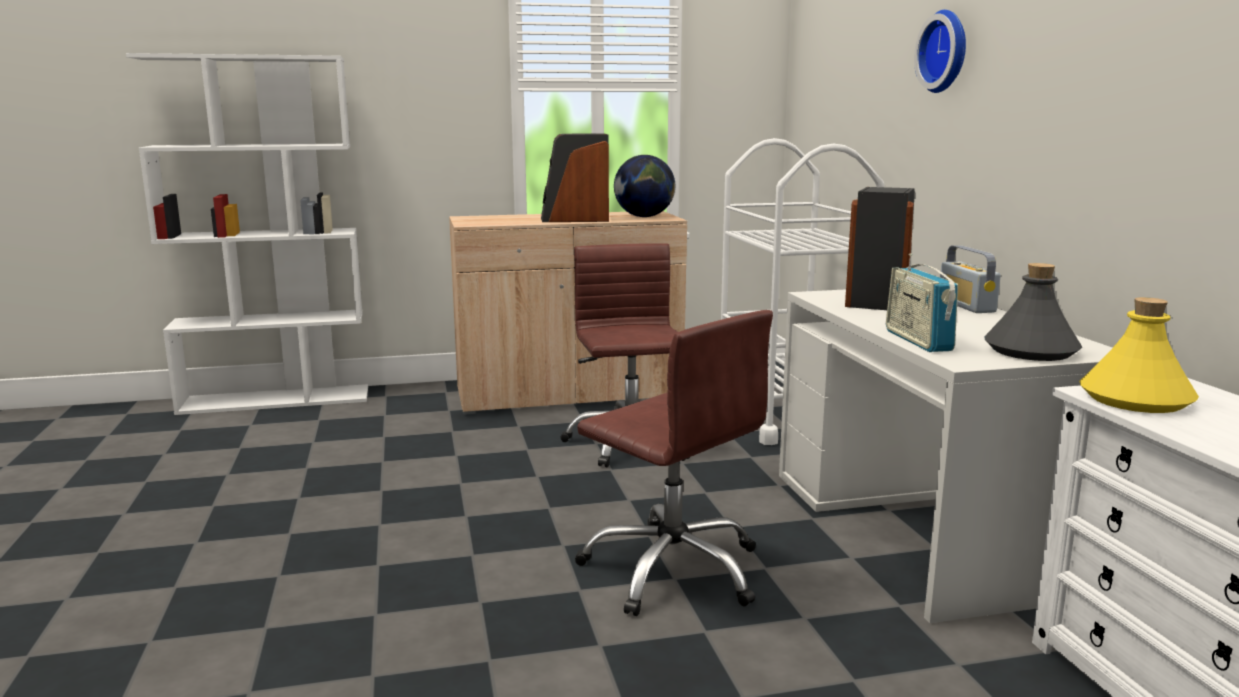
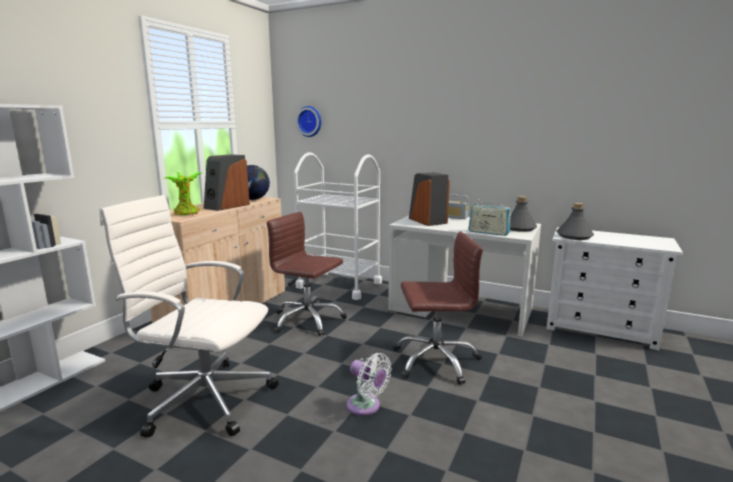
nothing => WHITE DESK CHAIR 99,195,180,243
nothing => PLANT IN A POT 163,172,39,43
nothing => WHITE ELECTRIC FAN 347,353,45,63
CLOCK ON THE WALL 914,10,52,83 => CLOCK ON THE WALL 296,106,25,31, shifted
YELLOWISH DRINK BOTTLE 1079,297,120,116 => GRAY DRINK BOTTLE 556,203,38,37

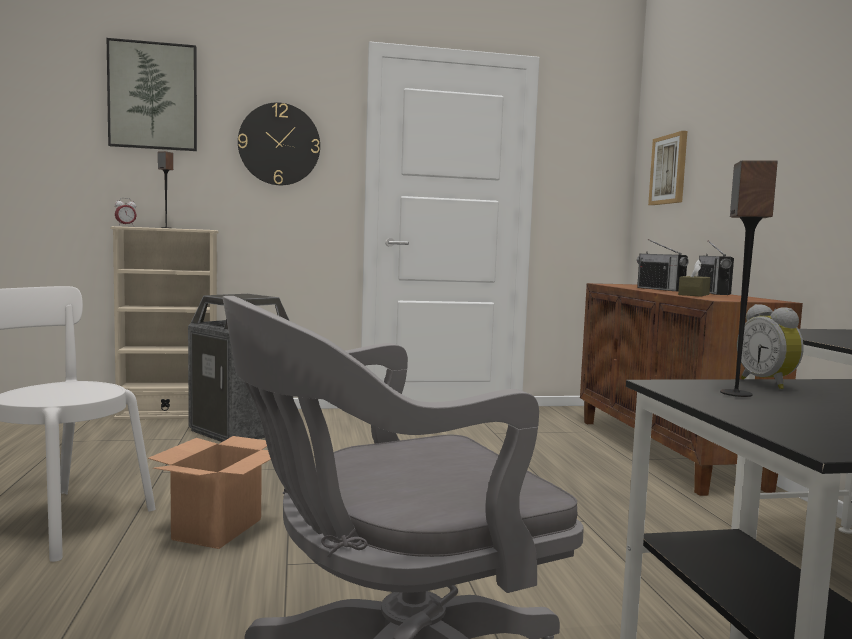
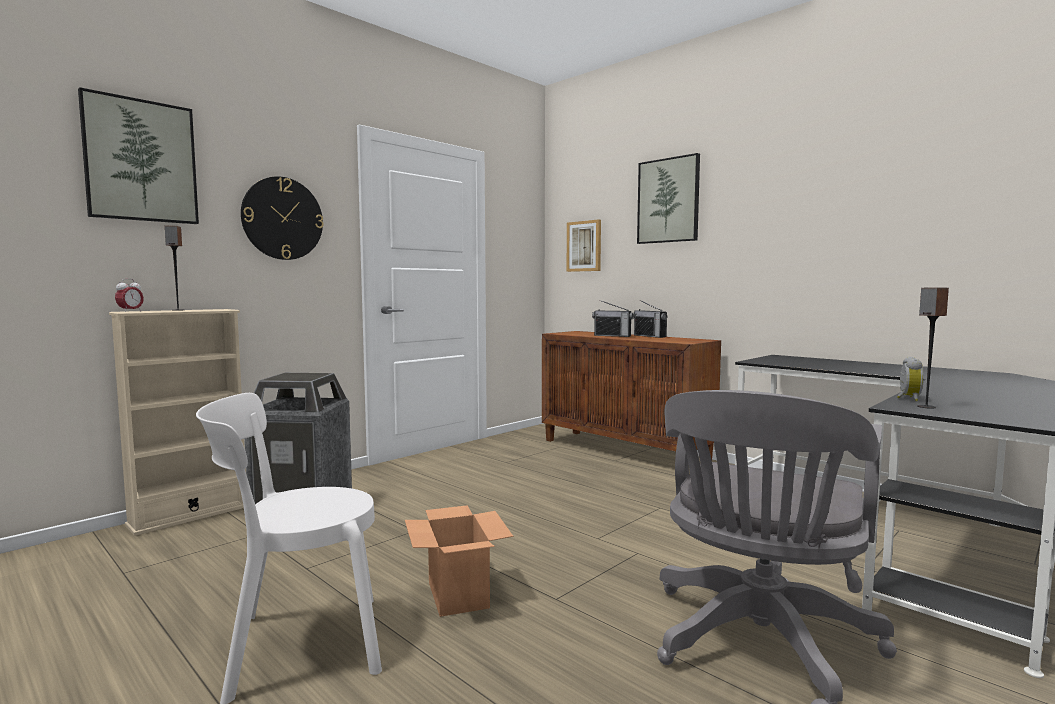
BROWN BOX OF TISSUES 678,260,33,37 => nothing
nothing => WALL PICTURE 637,153,63,91
TABLE CLOCK 737,304,67,85 => TABLE CLOCK 897,357,27,44, 105 degrees counterclockwise

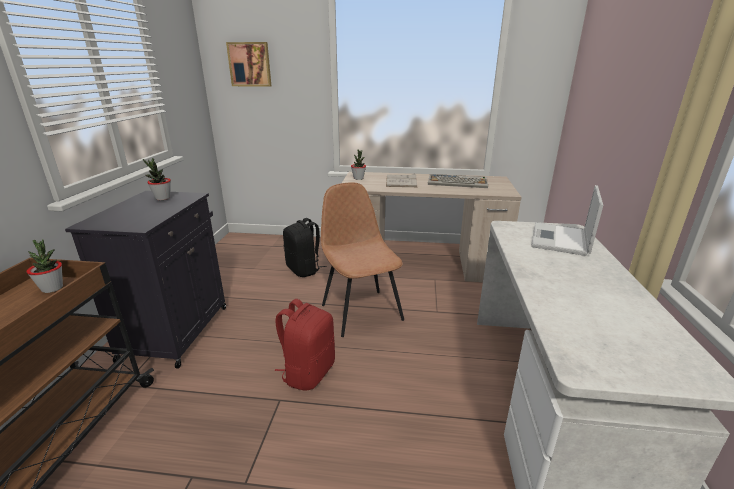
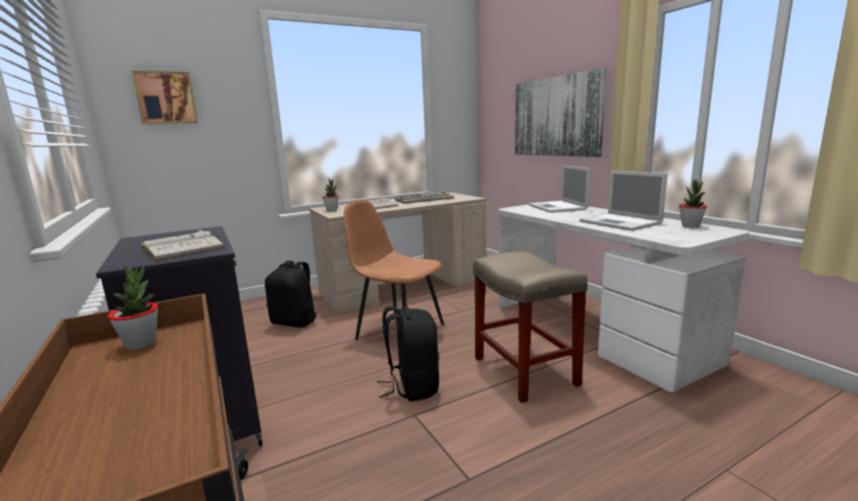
nothing => WHITE BOUND BOOK 140,229,85,32
nothing => SAND-COLOURED STOOL SEAT 473,251,115,152
nothing => WALL PICTURE 515,68,92,89
nothing => PORTABLE COMPUTER 579,171,89,60
PLANT IN A POT 143,158,28,42 => PLANT IN A POT 679,180,28,48, shifted
REDDISH KNAPSACK 274,299,61,91 => BLACK KNAPSACK 377,306,62,95

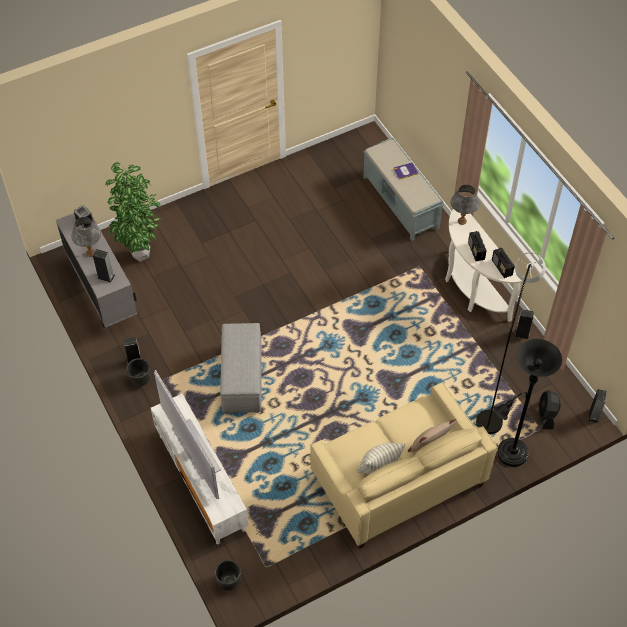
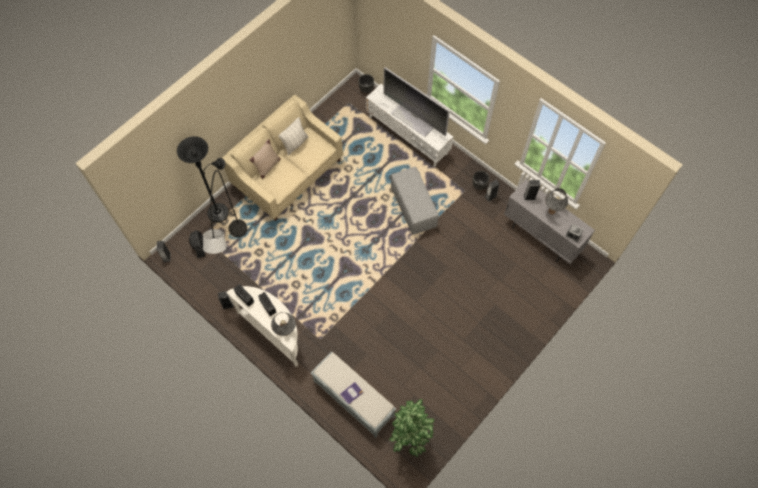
PLANT IN A POT 105,162,56,100 => PLANT IN A POT 389,399,45,58, shifted

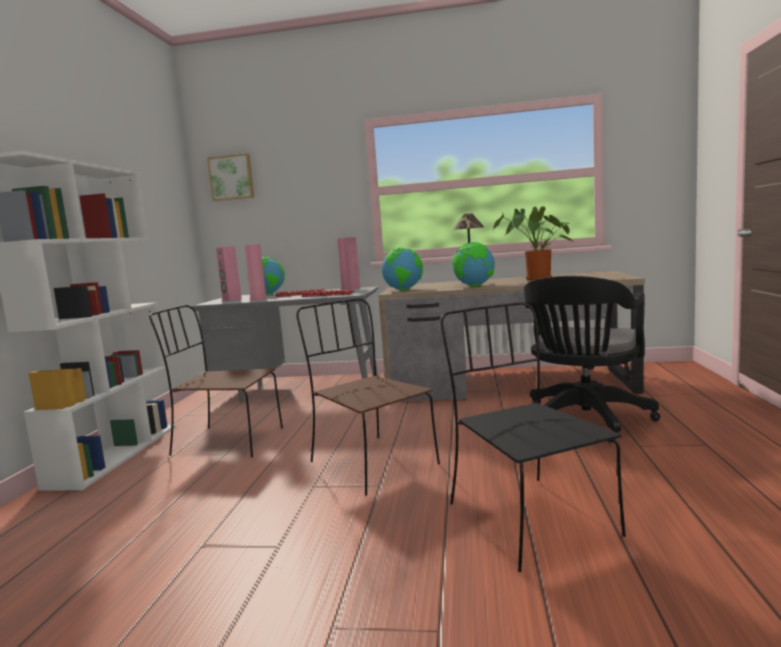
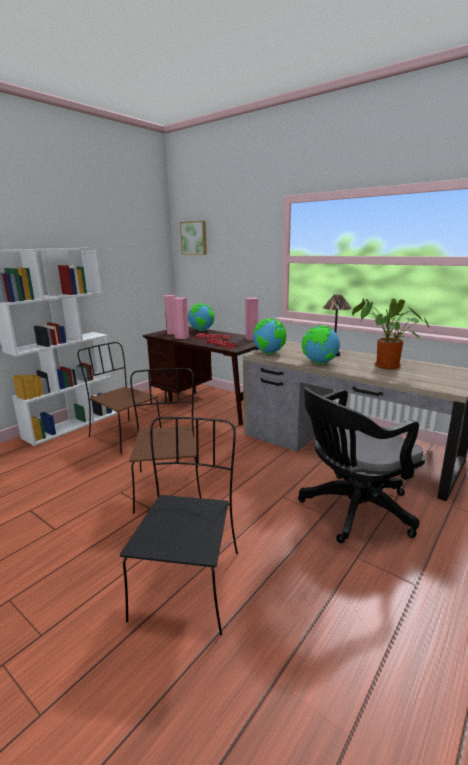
GRAY DESK TABLE 192,286,187,115 => BROWN DESK TABLE 143,327,116,98

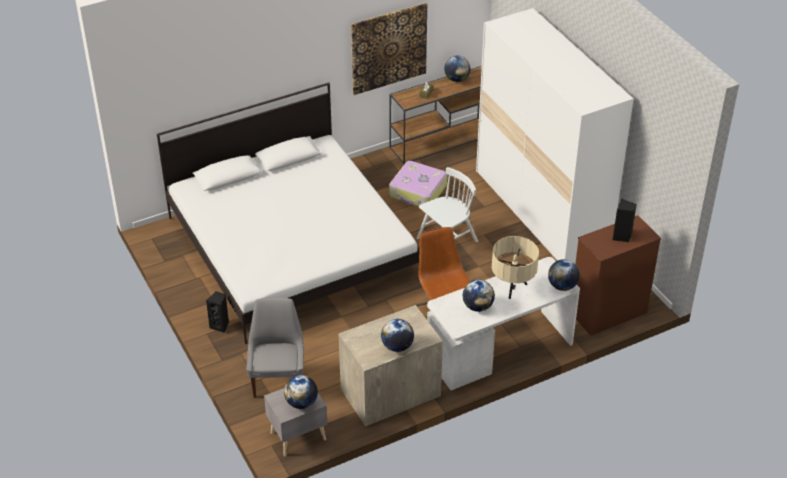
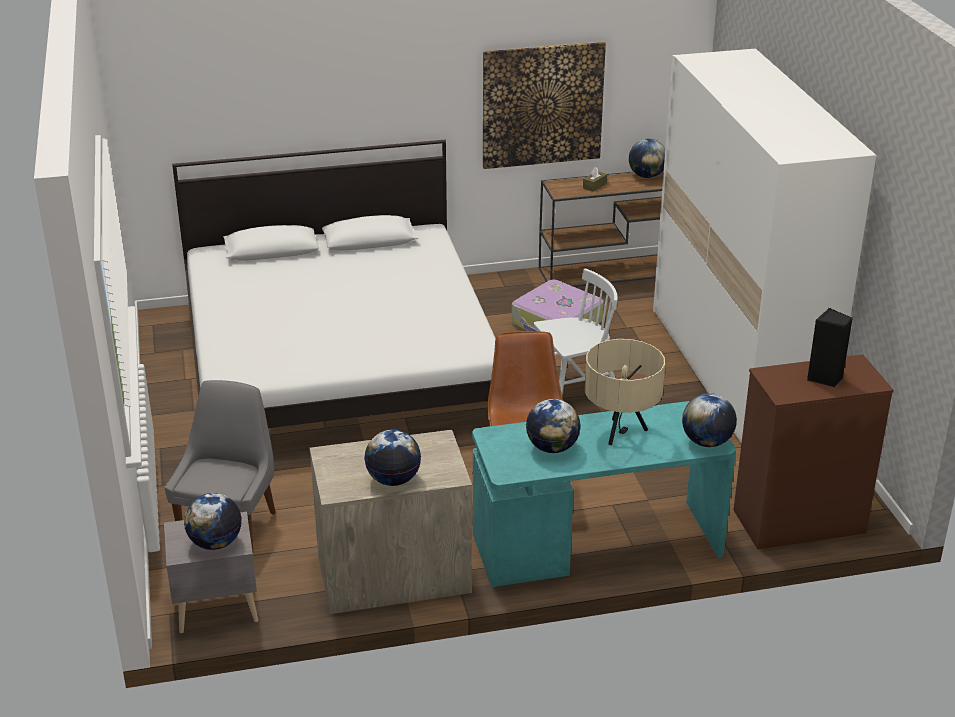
BLACK AUDIO SPEAKER 206,291,23,42 => nothing
WHITE DESK TABLE 427,257,153,133 => TURQUOISE DESK TABLE 472,401,264,186

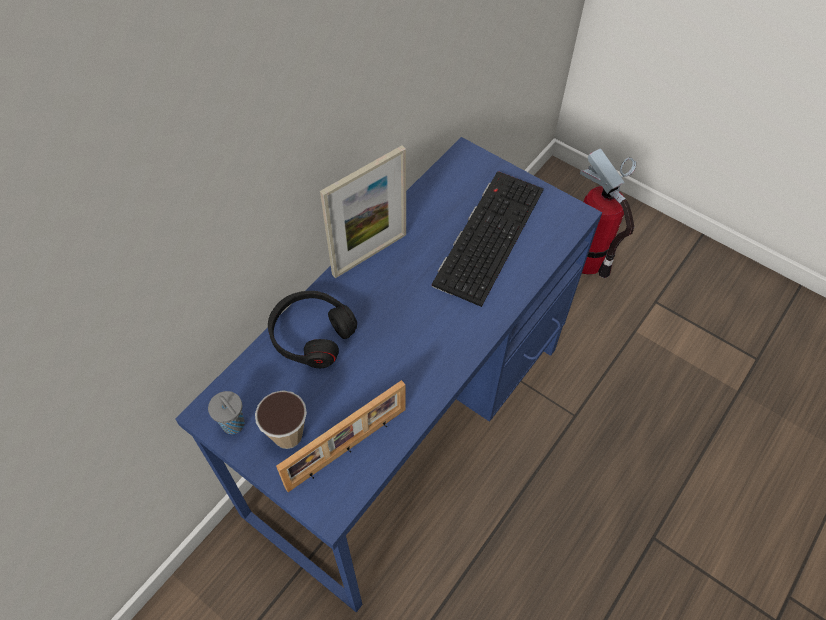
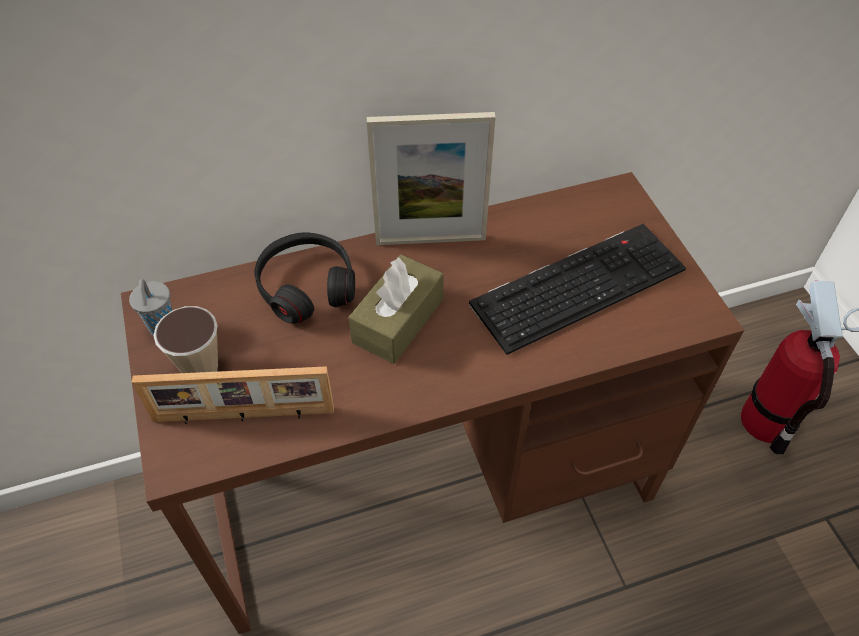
nothing => BROWN BOX OF TISSUES 348,255,96,109
BLUE-COLOURED DESK TABLE 175,137,427,475 => BROWN DESK TABLE 121,172,623,462

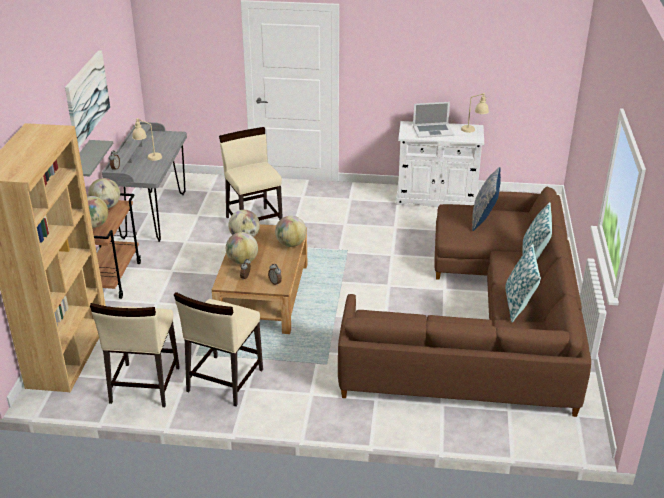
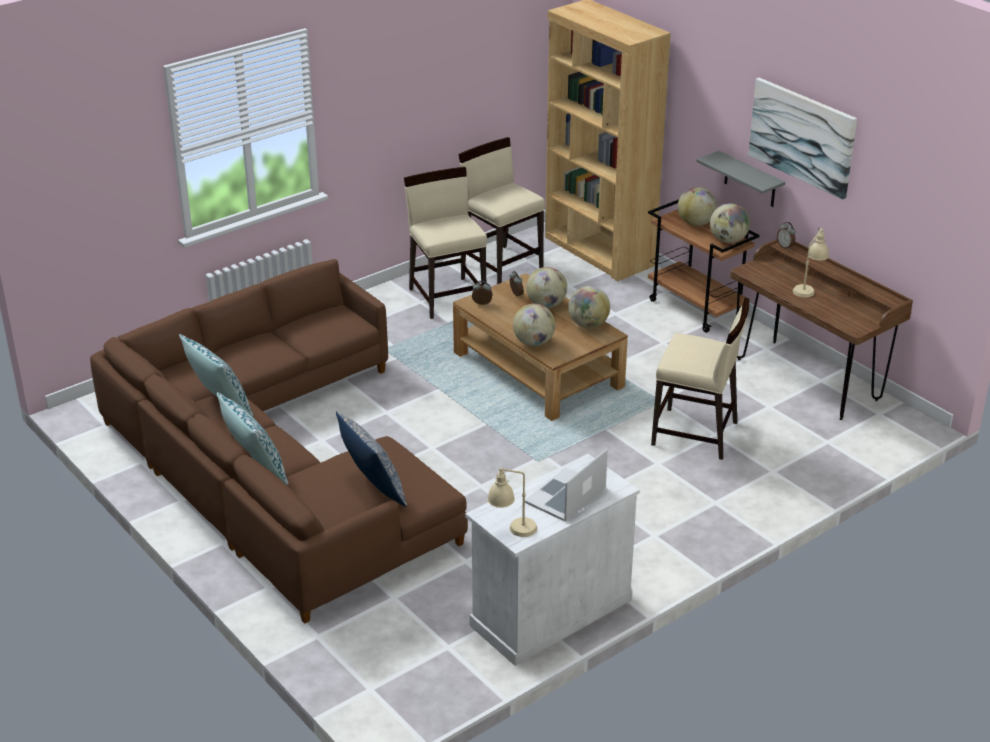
GRAY DESK TABLE 102,122,85,120 => BROWN DESK TABLE 730,239,183,181

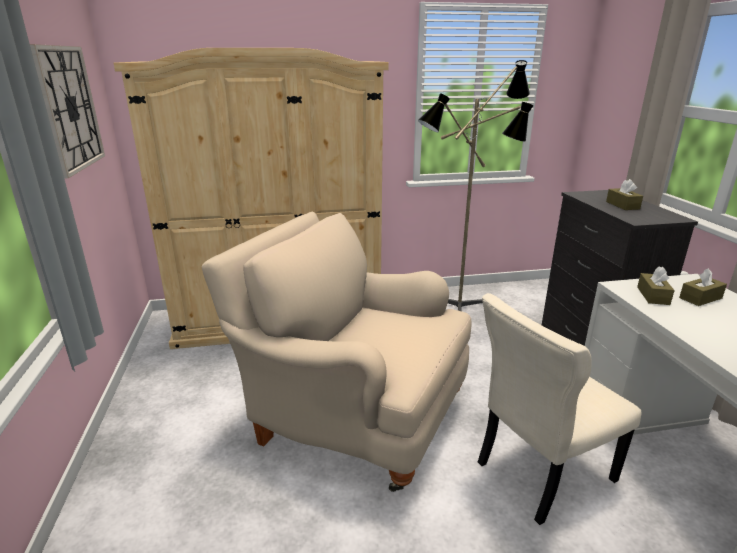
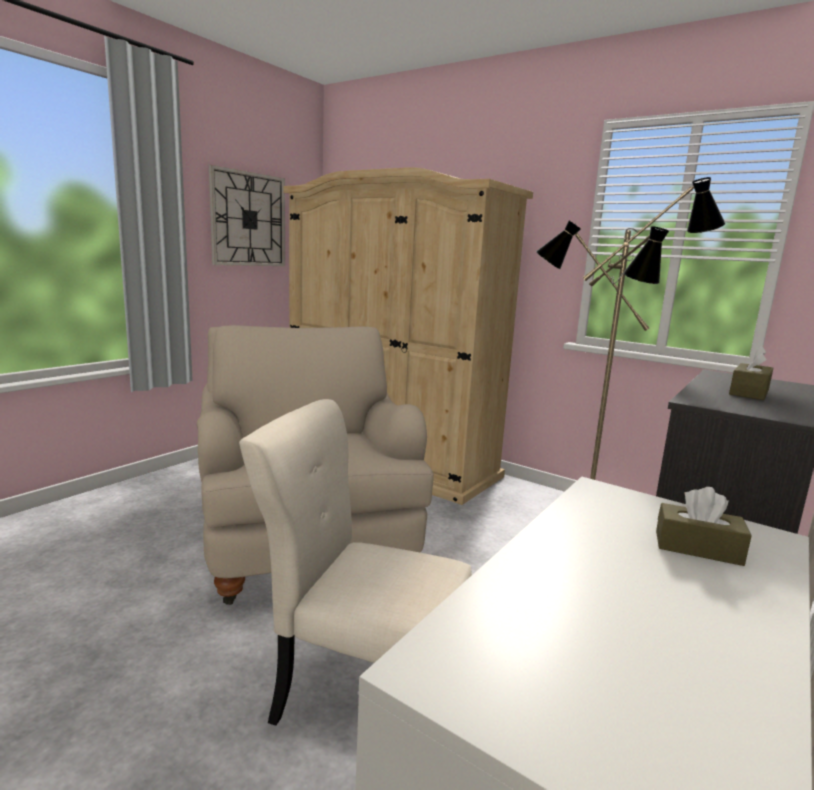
BROWN BOX OF TISSUES 637,266,38,39 => nothing

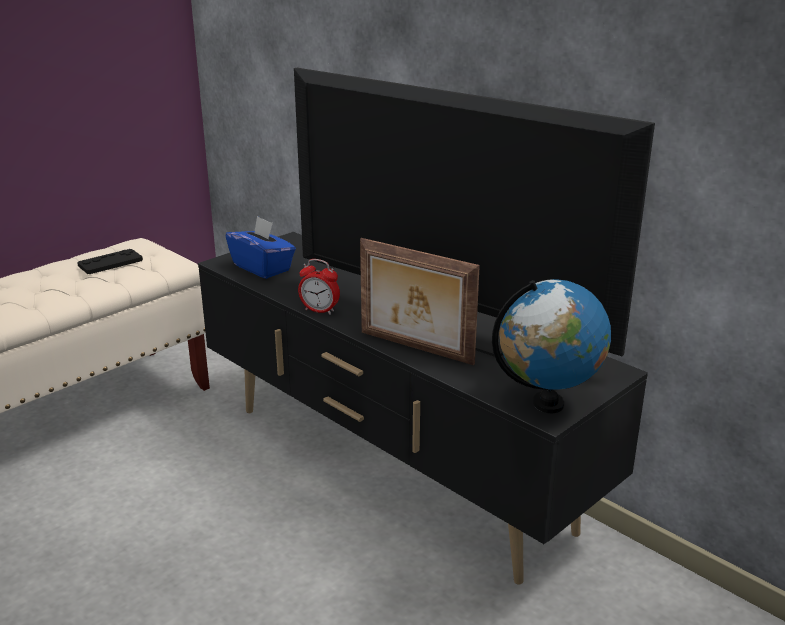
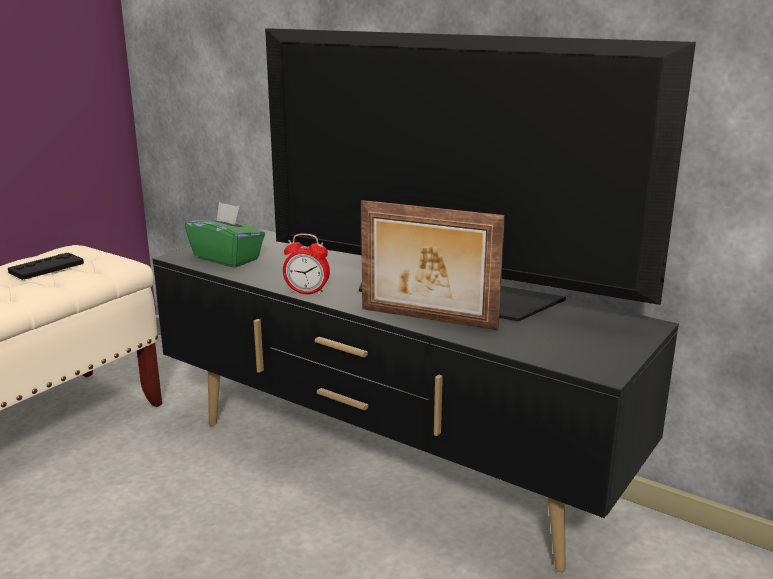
DESK GLOBE 492,279,119,134 => nothing
BLUE-COLOURED BOX OF TISSUES 226,216,70,63 => GREEN-COLOURED BOX OF TISSUES 185,202,80,66

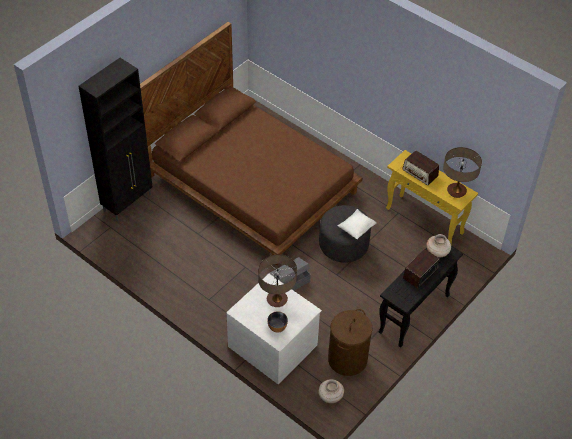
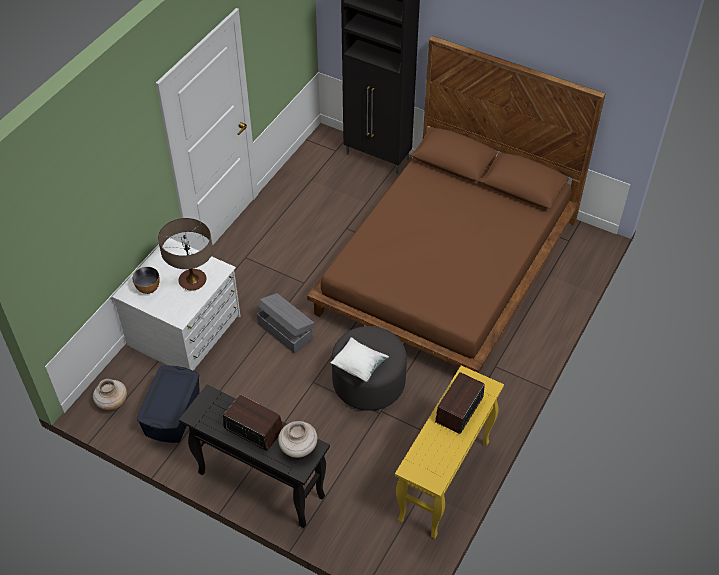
TABLETOP LAMP 443,147,39,51 => nothing
BROWN HAMPER 328,309,44,67 => BLUE-COLOURED STORAGE CONTAINER 137,366,63,77

